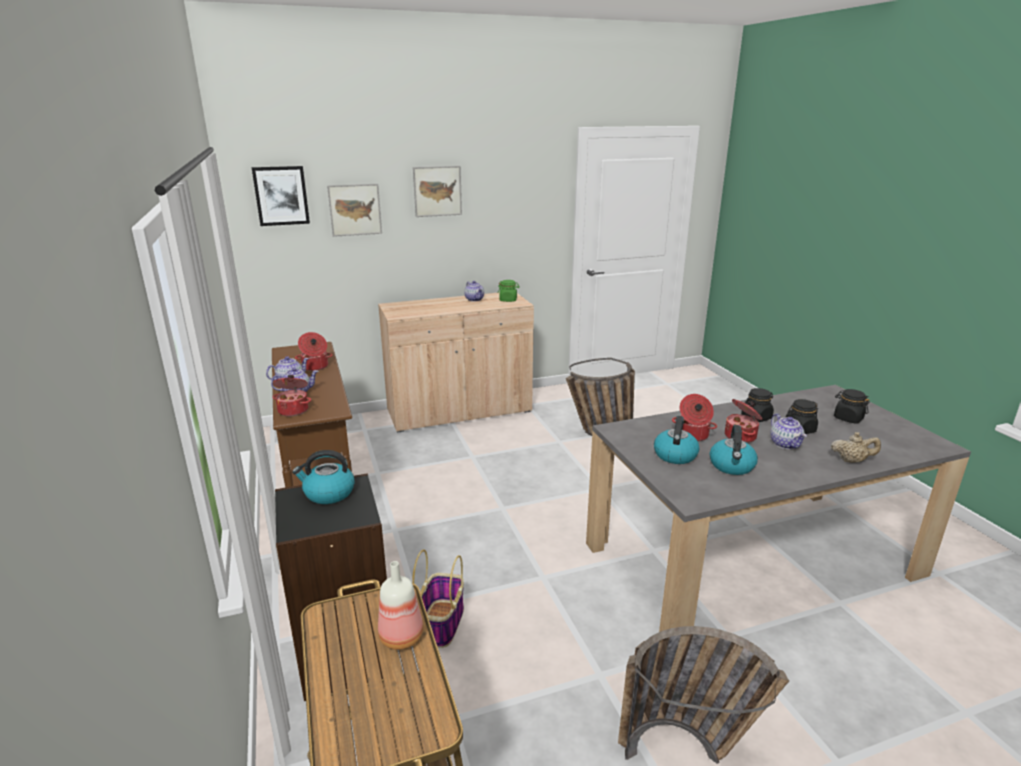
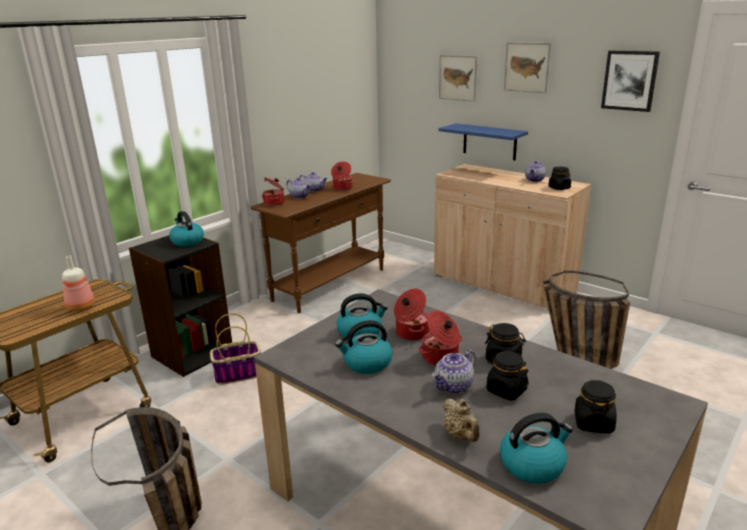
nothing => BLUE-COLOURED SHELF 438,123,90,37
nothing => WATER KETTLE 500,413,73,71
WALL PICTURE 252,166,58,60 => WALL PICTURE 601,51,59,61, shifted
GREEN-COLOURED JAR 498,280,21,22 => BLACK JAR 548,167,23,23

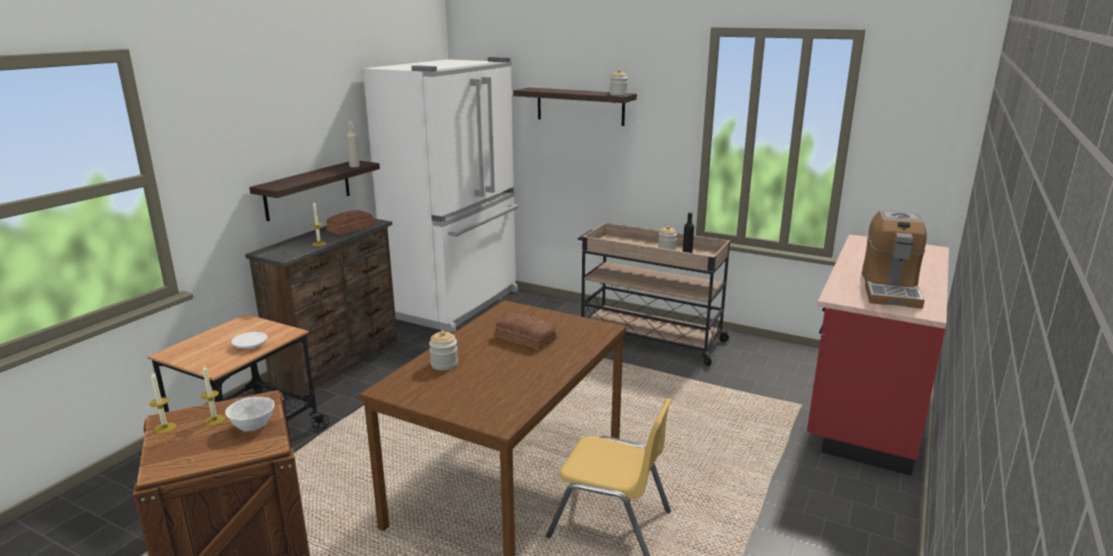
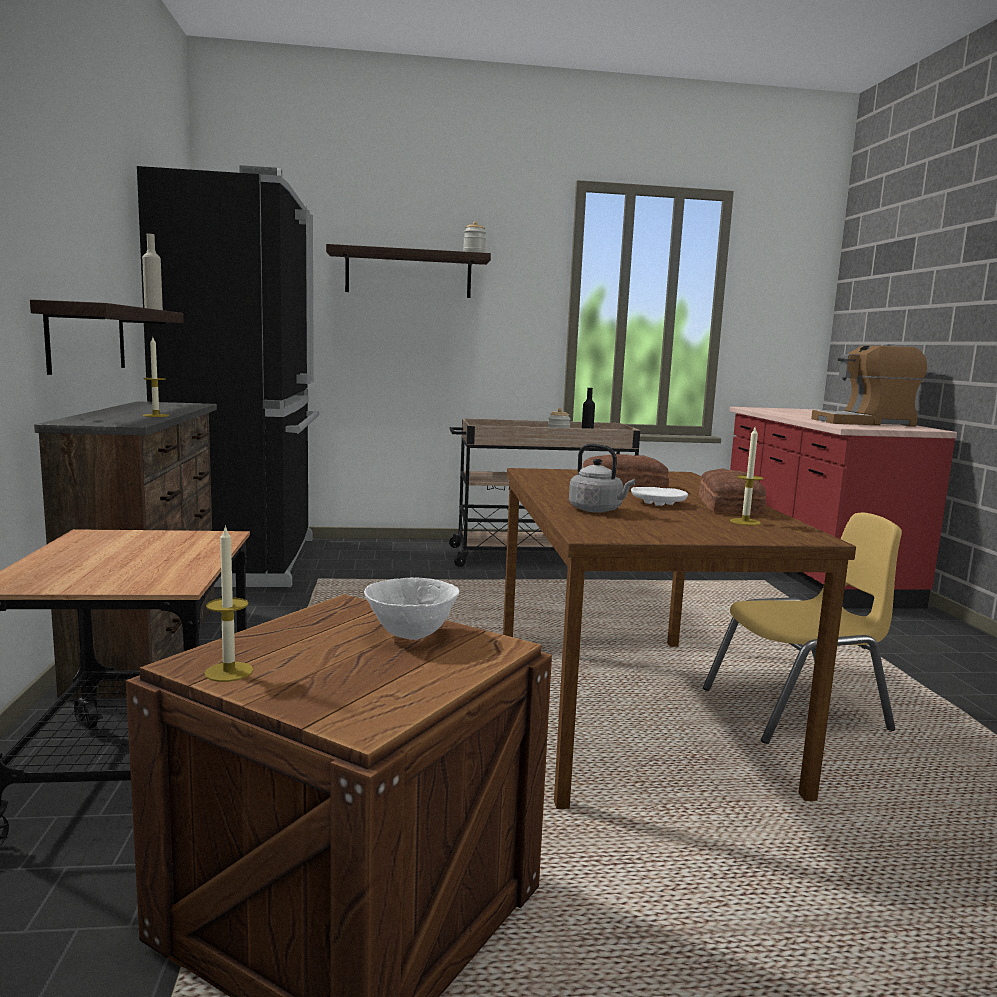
WAX LIGHT 201,365,24,61 => WAX LIGHT 730,427,33,99, shifted
WHITE PLATE 231,332,37,17 => WHITE PLATE 631,487,57,19, shifted
BREAD 326,210,49,25 => BREAD 699,469,67,47, shifted
JAR 429,331,29,40 => GRAY WATER KETTLE 569,444,66,69
WHITE FRIDGE 363,57,155,276 => BLACK FRIDGE 137,165,182,422
COFFEE MAKER 862,211,65,98 => COFFEE MAKER 811,344,116,83, 105 degrees clockwise

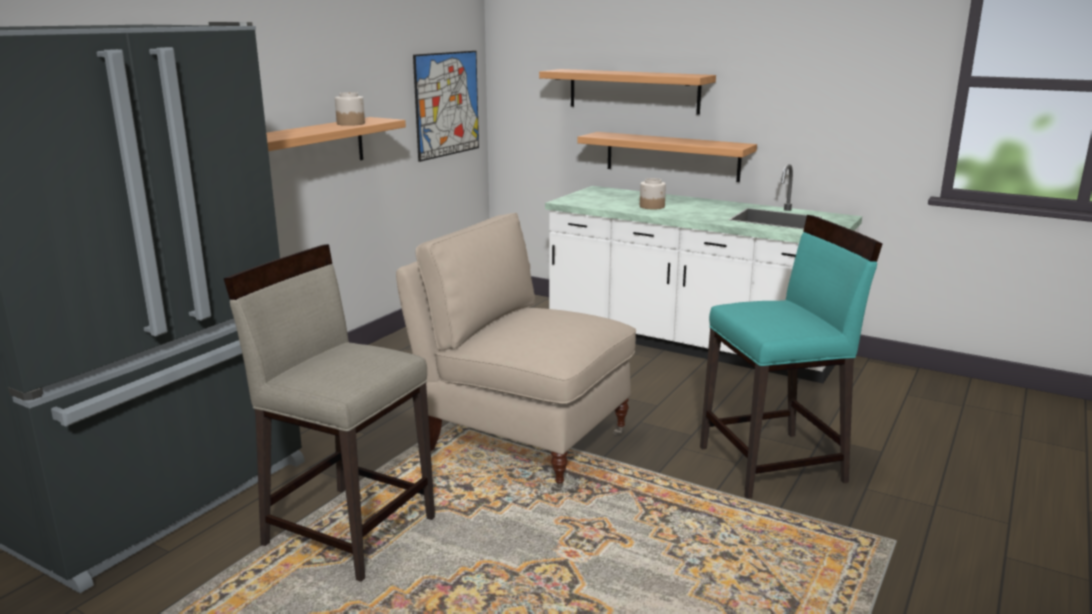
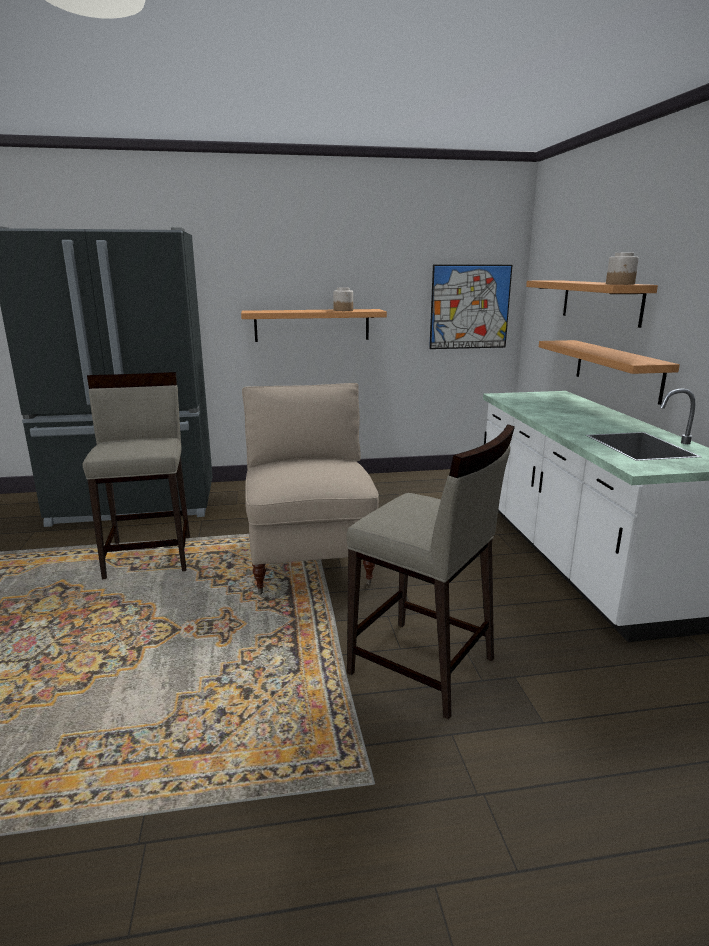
JAR 640,178,26,31 => JAR 606,253,33,32, shifted
TURQUOISE STOOL SEAT 700,215,182,284 => SAND-COLOURED STOOL SEAT 346,424,169,296

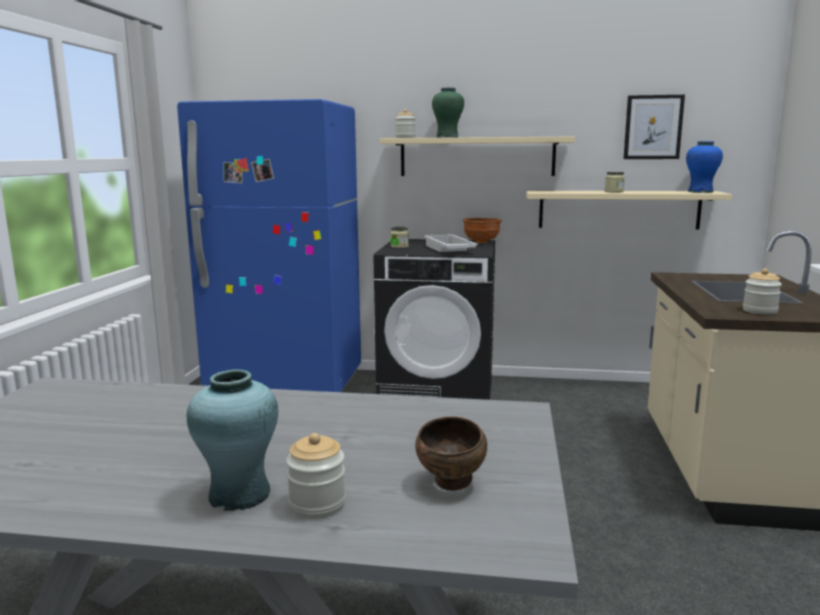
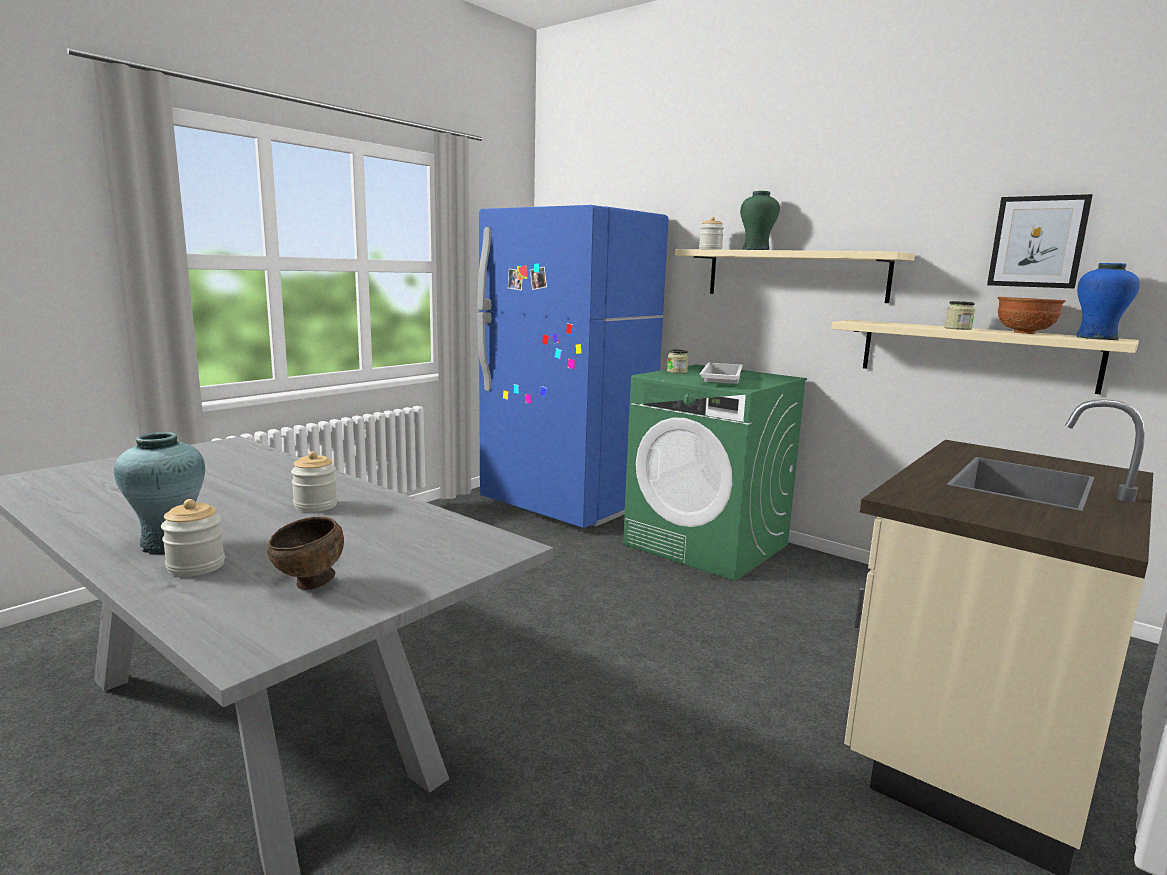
BROWN DEEP DISH 463,218,39,25 => BROWN DEEP DISH 998,297,68,37, shifted
JAR 743,268,39,46 => JAR 291,451,47,61, shifted
BLACK LAUNDRY MACHINE 373,239,122,161 => GREEN-COLOURED LAUNDRY MACHINE 623,364,184,217

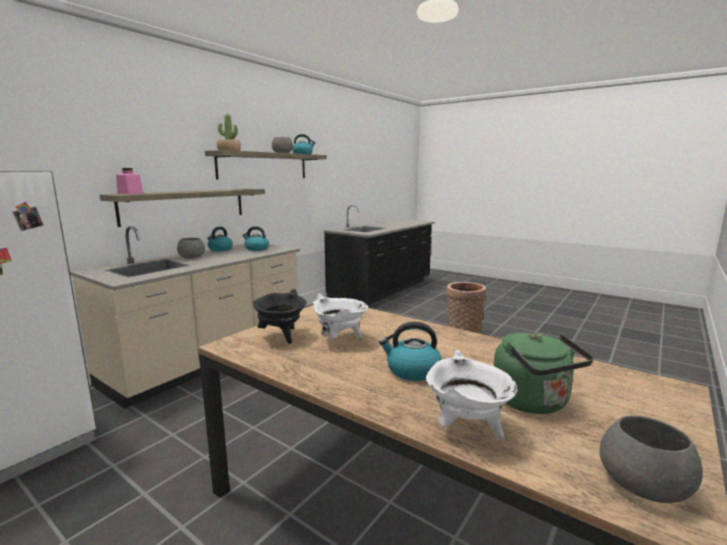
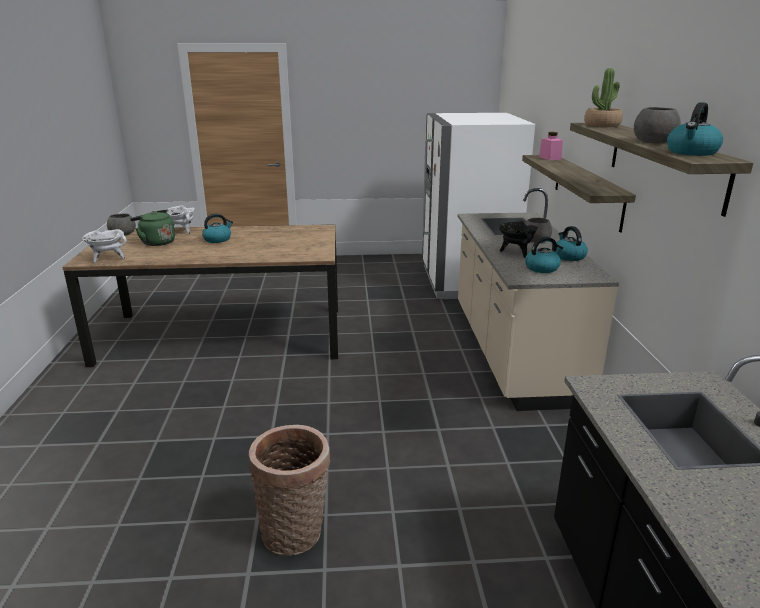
BLACK SAUCEPOT 252,289,55,55 => BLACK SAUCEPOT 498,221,40,37, shifted
WHITE SAUCEPOT 313,294,55,45 => WHITE SAUCEPOT 82,229,45,34, shifted

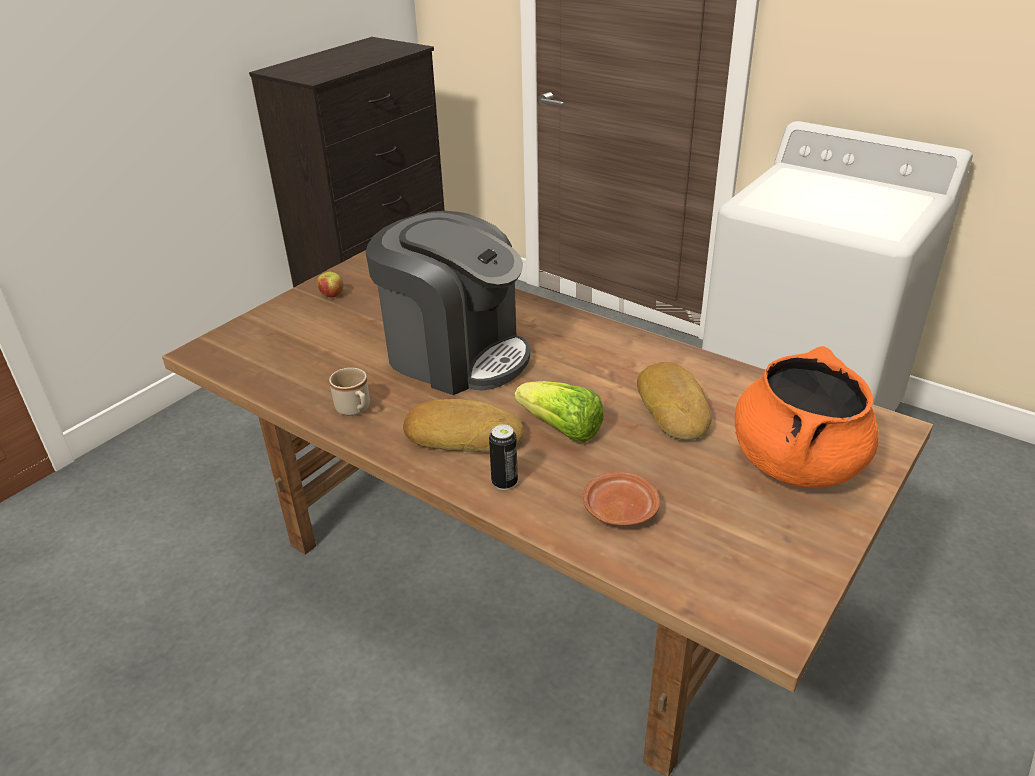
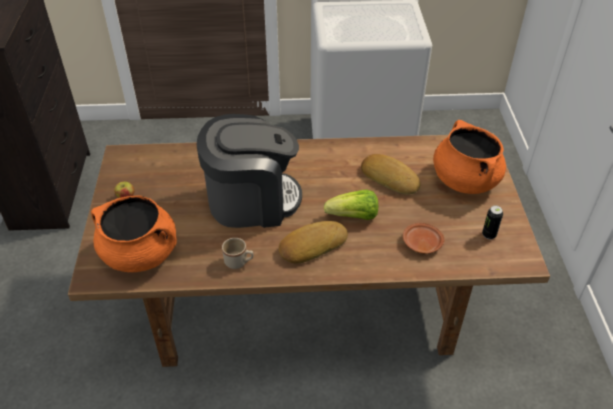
nothing => ORANGEY SAUCEPOT 91,196,86,76
SEALED CAN 489,424,29,66 => SEALED CAN 482,206,21,33, shifted

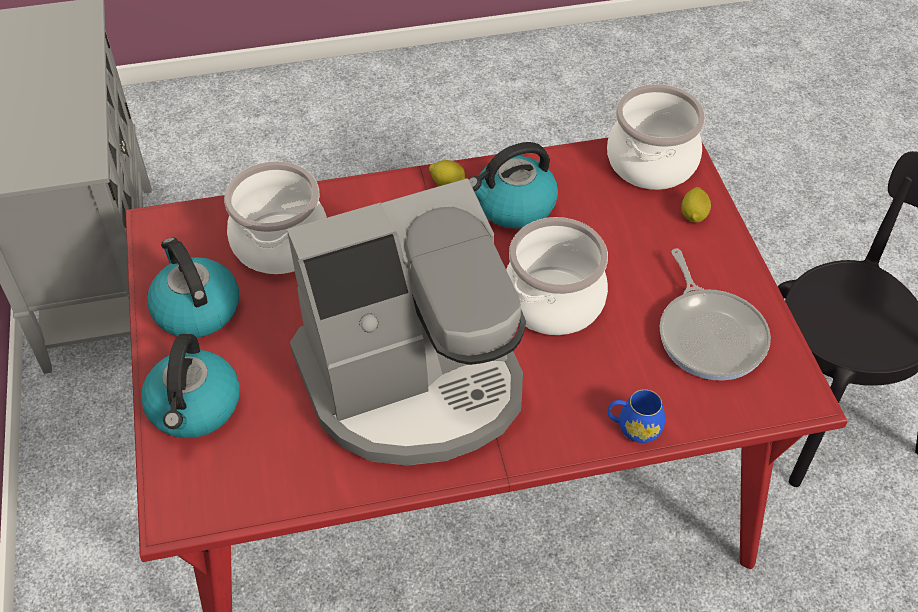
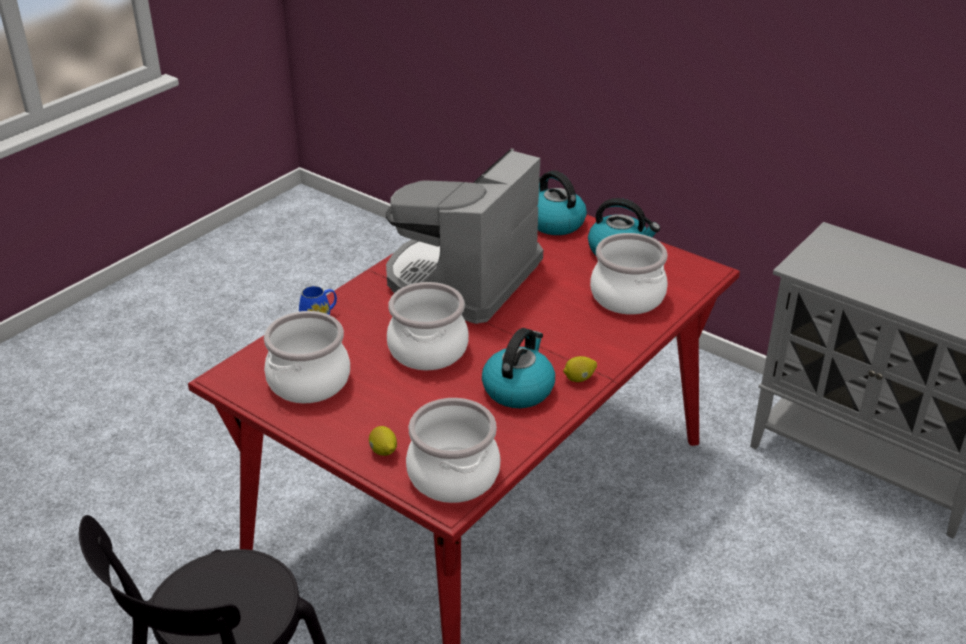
SKILLET 660,249,111,131 => SAUCEPOT 264,311,86,92

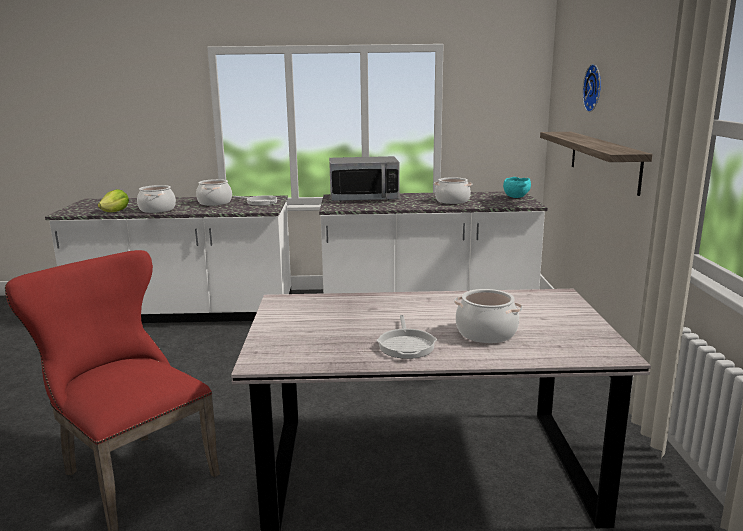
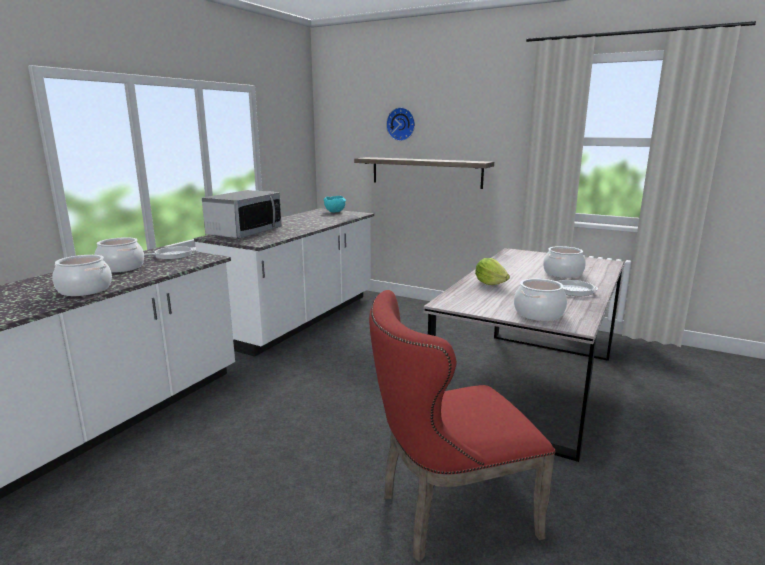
HEAD OF LETTUCE 98,189,31,23 => HEAD OF LETTUCE 475,258,35,27, shifted
SAUCEPOT 434,177,38,27 => SAUCEPOT 514,278,53,43, shifted

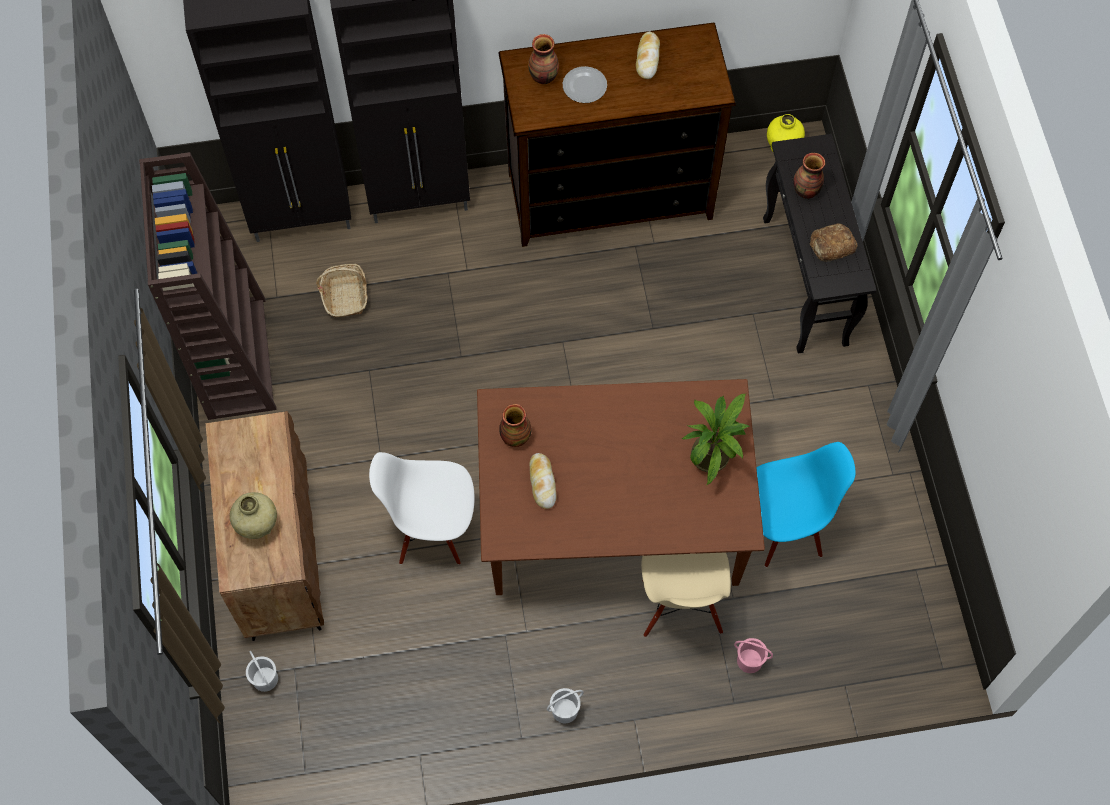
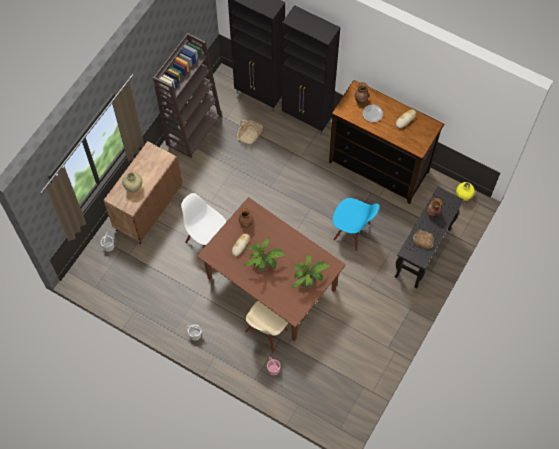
nothing => PLANT IN A POT 243,238,43,33
BLUE-COLOURED UPRIGHT CHAIR 756,442,100,125 => BLUE-COLOURED UPRIGHT CHAIR 332,198,47,54, shifted

